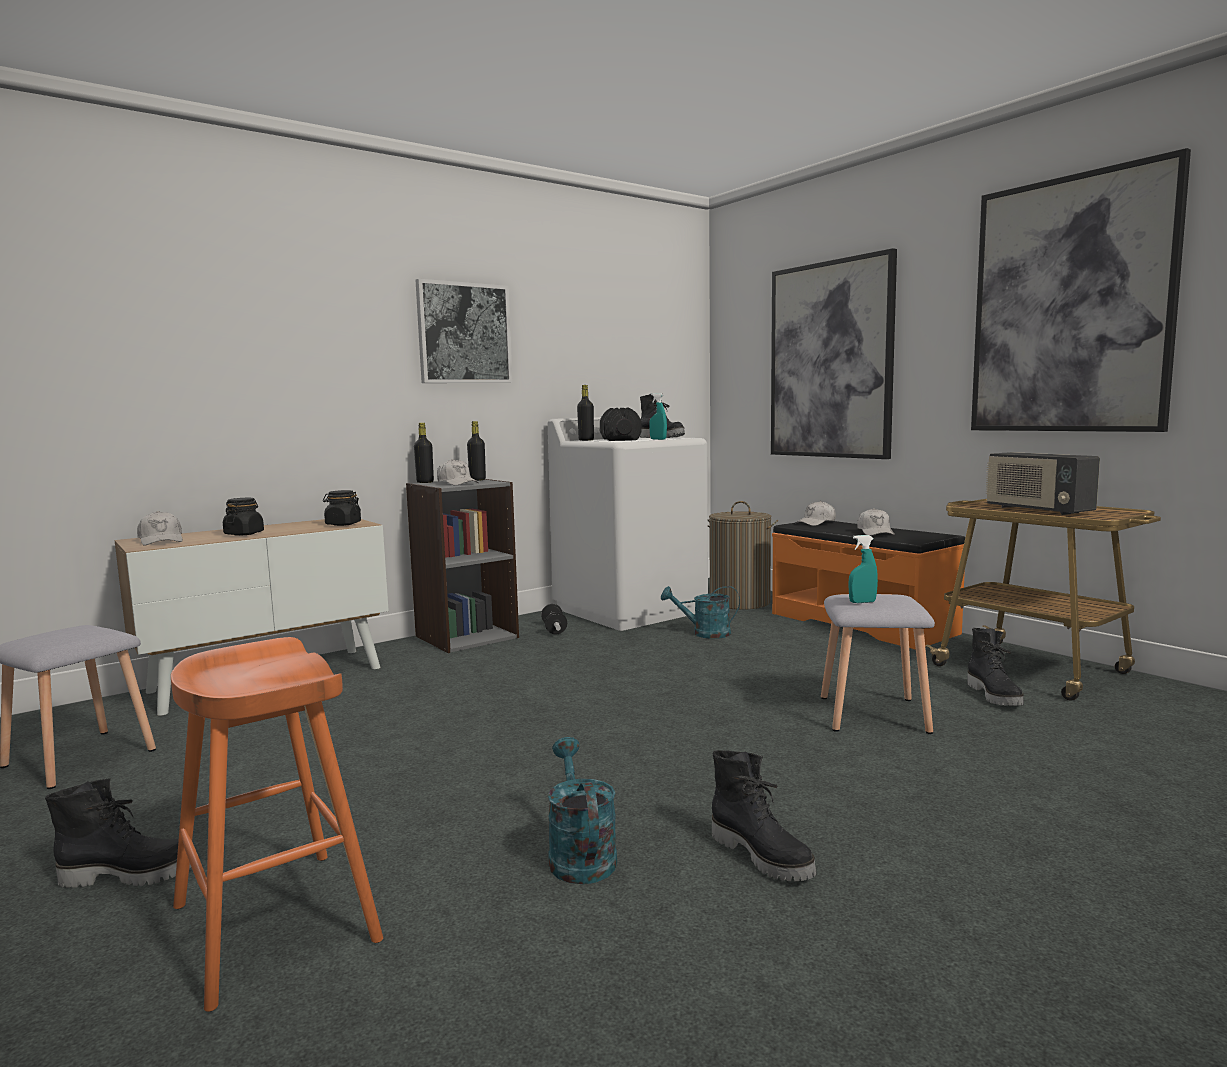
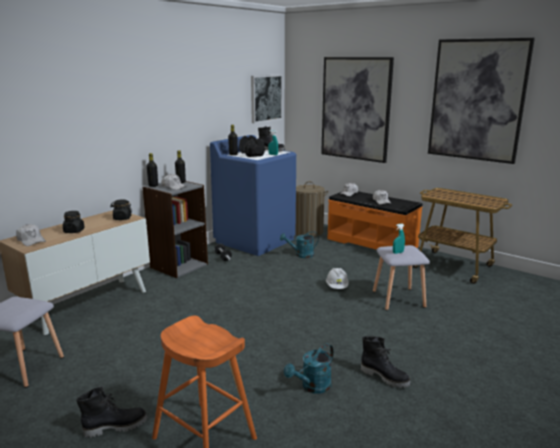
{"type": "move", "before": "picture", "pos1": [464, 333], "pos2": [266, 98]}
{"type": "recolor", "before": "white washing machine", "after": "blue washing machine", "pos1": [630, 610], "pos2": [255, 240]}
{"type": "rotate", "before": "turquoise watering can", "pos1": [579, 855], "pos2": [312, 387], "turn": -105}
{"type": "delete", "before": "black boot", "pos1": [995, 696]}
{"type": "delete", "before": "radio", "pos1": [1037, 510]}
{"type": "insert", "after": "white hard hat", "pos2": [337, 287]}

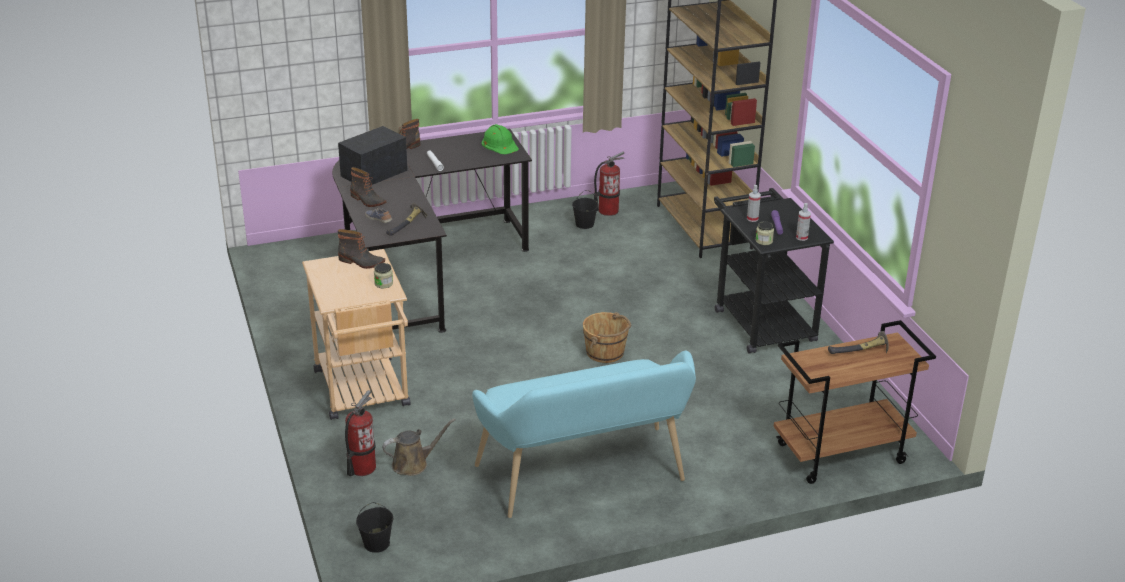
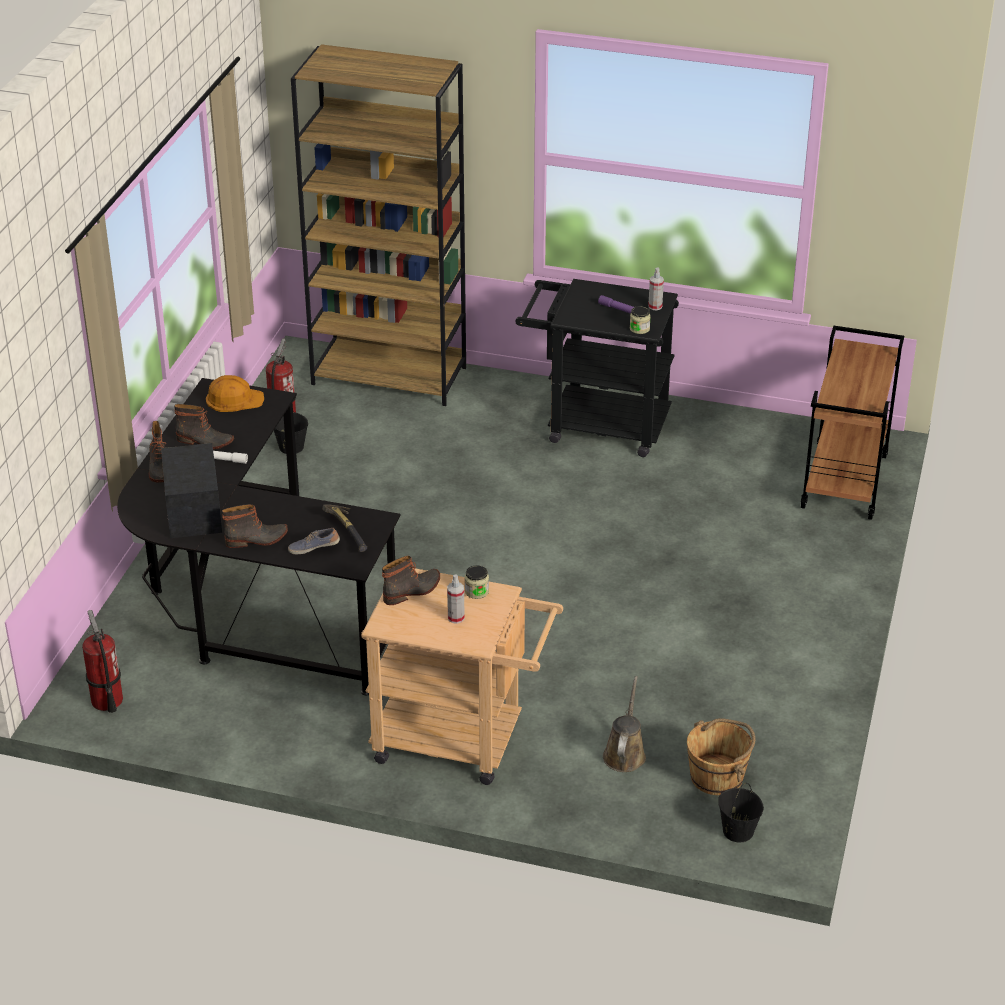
{"type": "move", "before": "fire extinguisher", "pos1": [362, 468], "pos2": [106, 701]}
{"type": "delete", "before": "turquoise bench", "pos1": [585, 478]}
{"type": "recolor", "before": "green hard hat", "after": "orange hard hat", "pos1": [500, 144], "pos2": [234, 399]}
{"type": "move", "before": "brown bucket", "pos1": [605, 352], "pos2": [718, 776]}
{"type": "move", "before": "spray bottle", "pos1": [752, 219], "pos2": [456, 618]}
{"type": "delete", "before": "hammer", "pos1": [861, 351]}
{"type": "insert", "after": "boot", "pos2": [204, 442]}

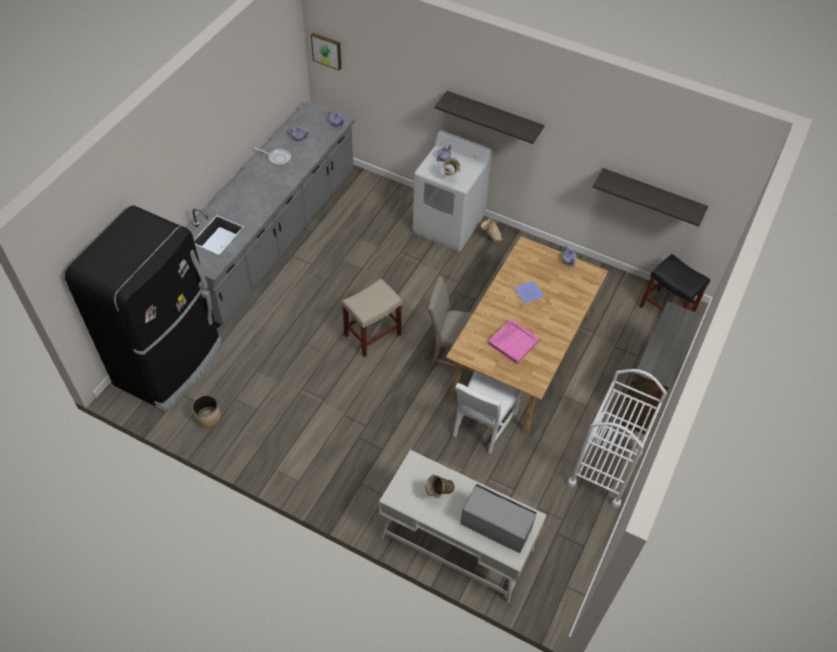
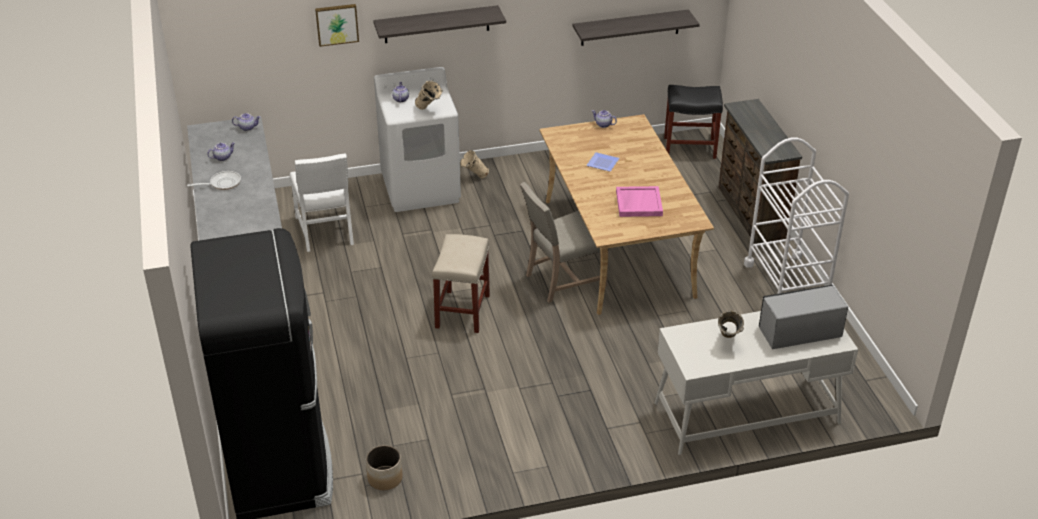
{"type": "move", "before": "picture", "pos1": [327, 50], "pos2": [337, 24]}
{"type": "move", "before": "white chair", "pos1": [482, 425], "pos2": [326, 231]}

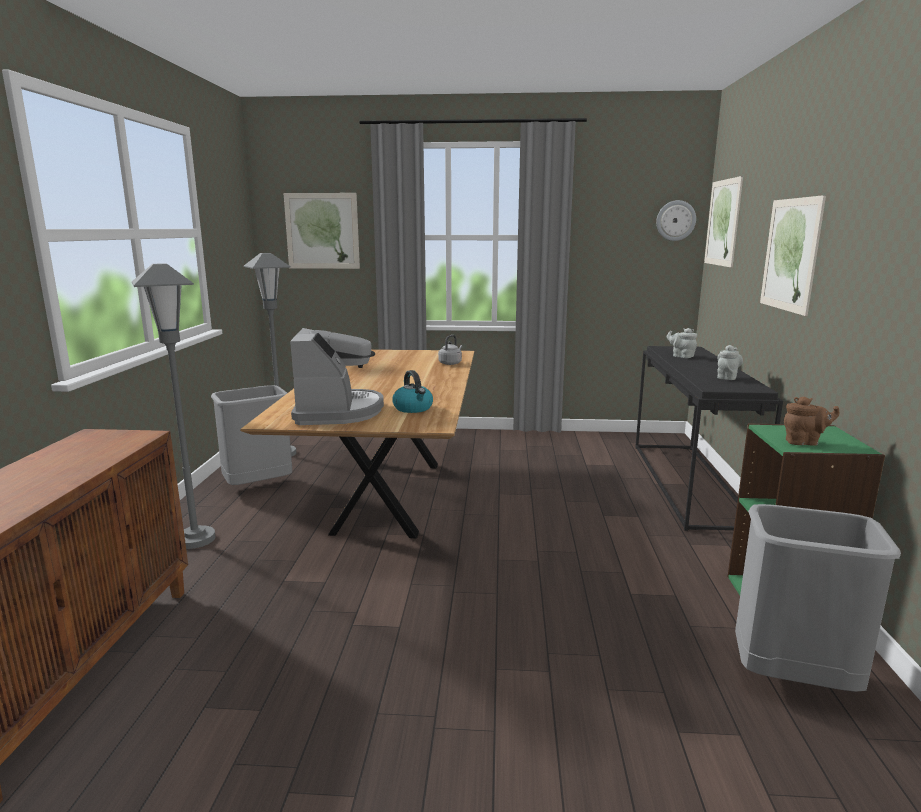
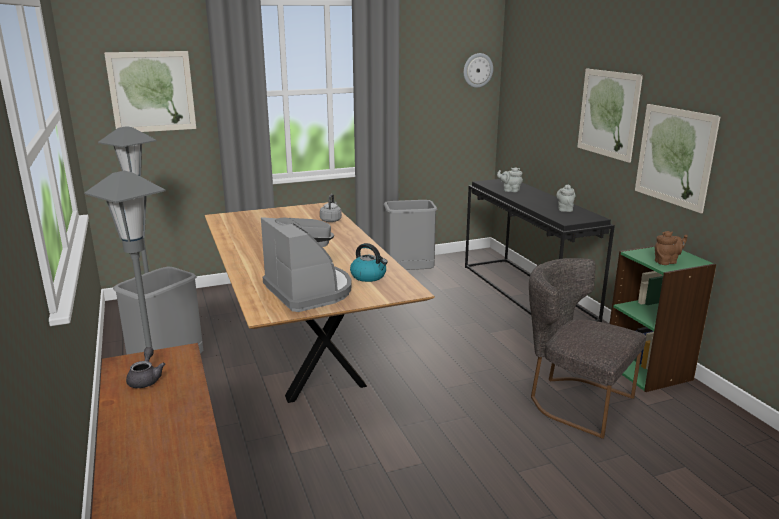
{"type": "move", "before": "picture", "pos1": [723, 222], "pos2": [674, 156]}
{"type": "move", "before": "grey trash can", "pos1": [793, 679], "pos2": [409, 273]}
{"type": "insert", "after": "grey teapot", "pos2": [146, 379]}
{"type": "insert", "after": "grey chair", "pos2": [573, 401]}

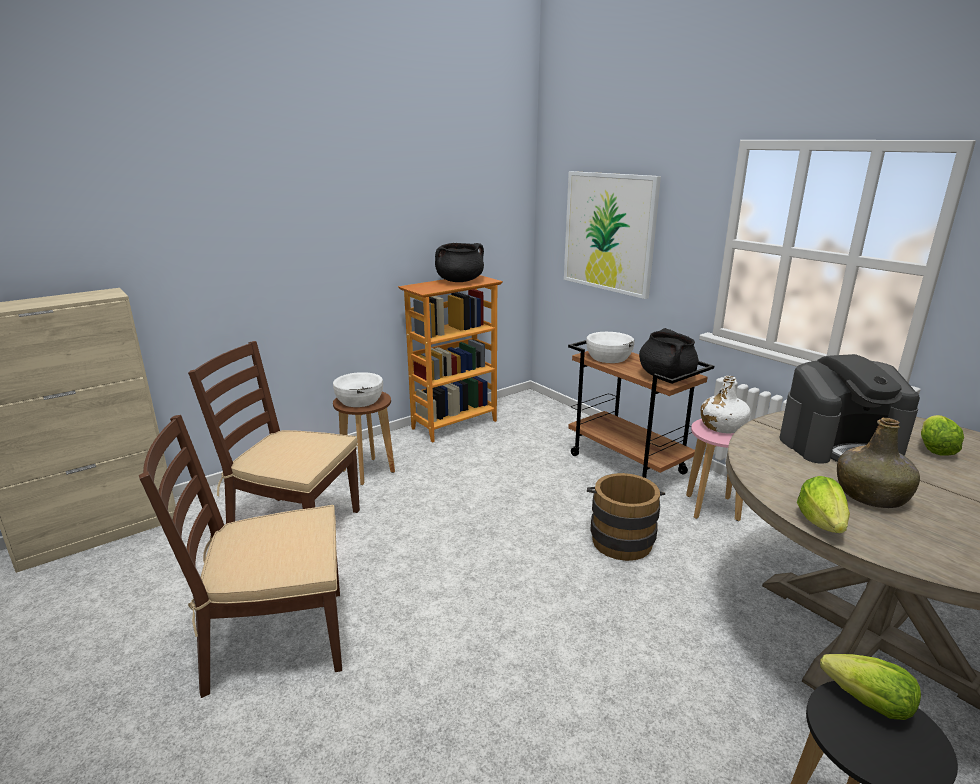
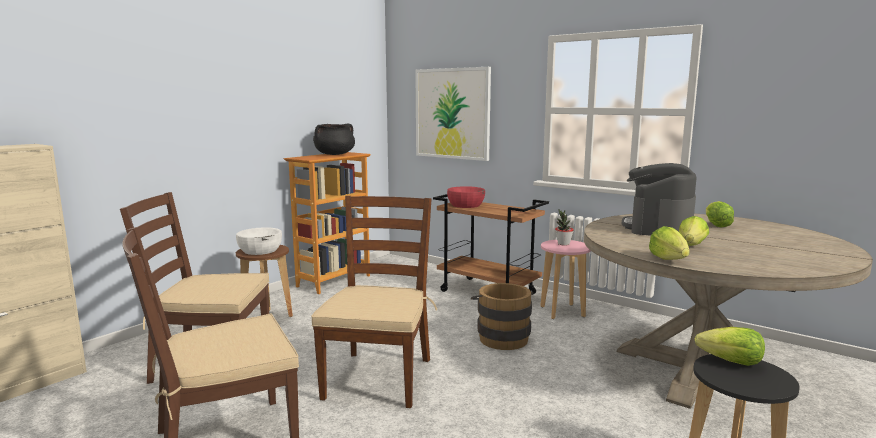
{"type": "recolor", "before": "white bowl", "after": "red bowl", "pos1": [609, 357], "pos2": [466, 205]}
{"type": "delete", "before": "black cooking pot", "pos1": [666, 376]}
{"type": "replace", "before": "white bottle", "after": "potted plant", "pos1": [722, 427], "pos2": [563, 244]}
{"type": "rotate", "before": "coffee machine", "pos1": [839, 444], "pos2": [657, 227], "turn": 135}
{"type": "replace", "before": "green bottle", "after": "lettuce", "pos1": [871, 495], "pos2": [691, 246]}
{"type": "insert", "after": "brown chair", "pos2": [378, 377]}

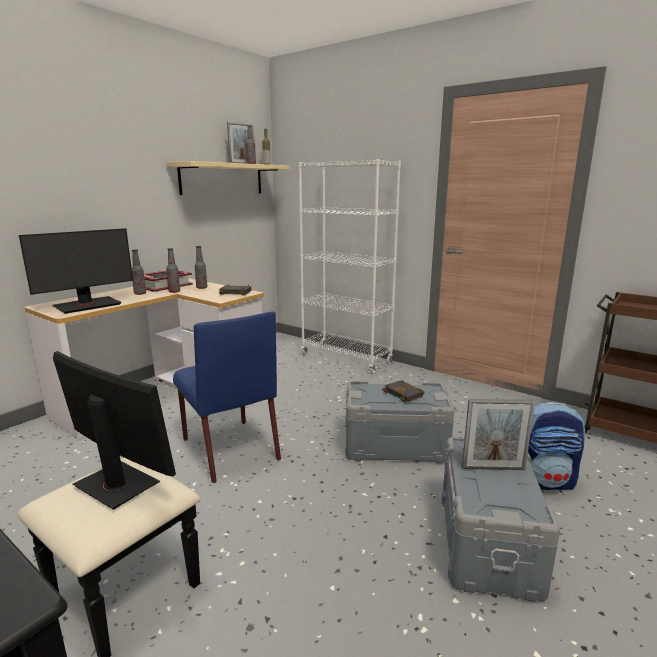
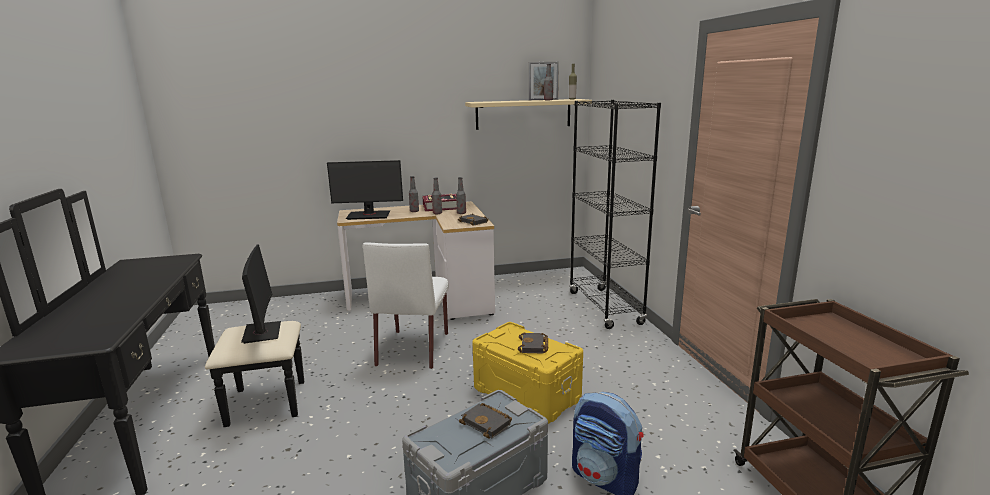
{"type": "recolor", "before": "blue chair", "after": "white chair", "pos1": [229, 448], "pos2": [413, 348]}
{"type": "recolor", "before": "white bookcase", "after": "black bookcase", "pos1": [346, 359], "pos2": [605, 308]}
{"type": "recolor", "before": "grey storage box", "after": "yellow storage box", "pos1": [395, 446], "pos2": [526, 394]}
{"type": "replace", "before": "picture frame", "after": "black book", "pos1": [493, 468], "pos2": [488, 423]}

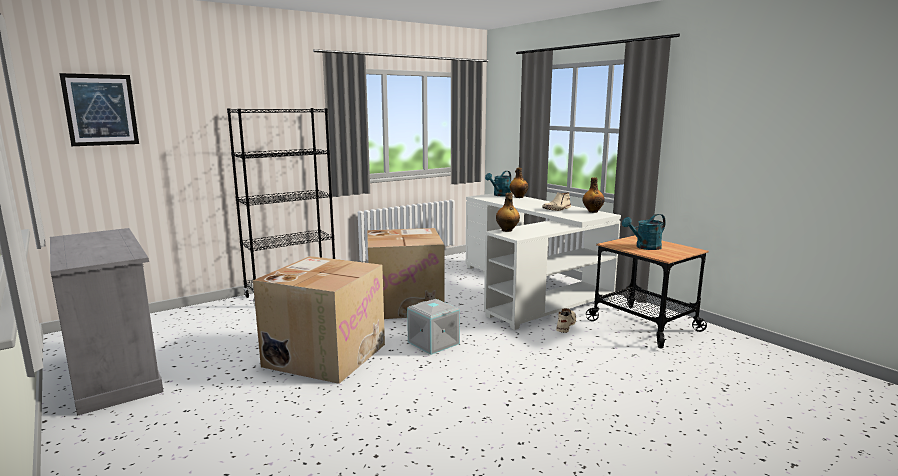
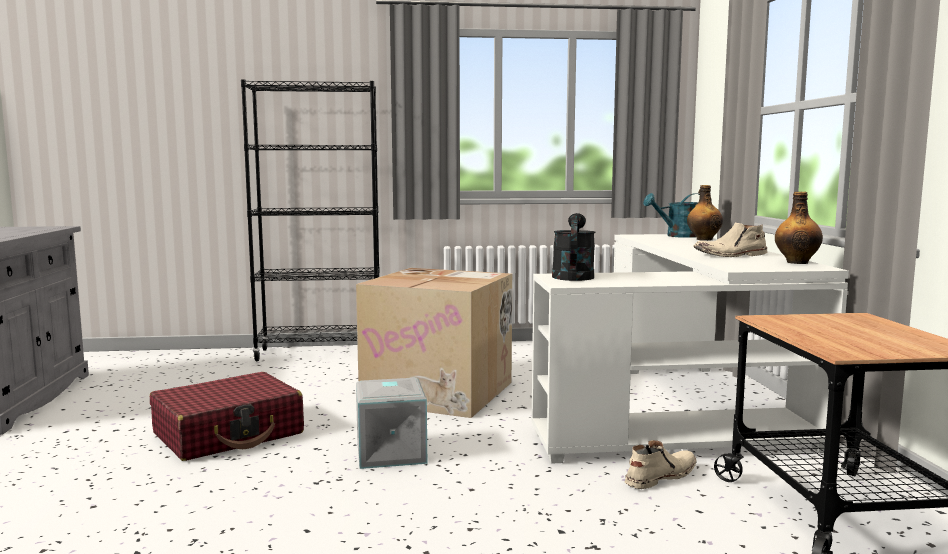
{"type": "delete", "before": "picture", "pos1": [100, 110]}
{"type": "replace", "before": "cardboard box", "after": "red suitcase", "pos1": [325, 354], "pos2": [229, 434]}
{"type": "replace", "before": "bottle", "after": "black watering can", "pos1": [507, 230], "pos2": [573, 275]}
{"type": "delete", "before": "turquoise watering can", "pos1": [645, 247]}

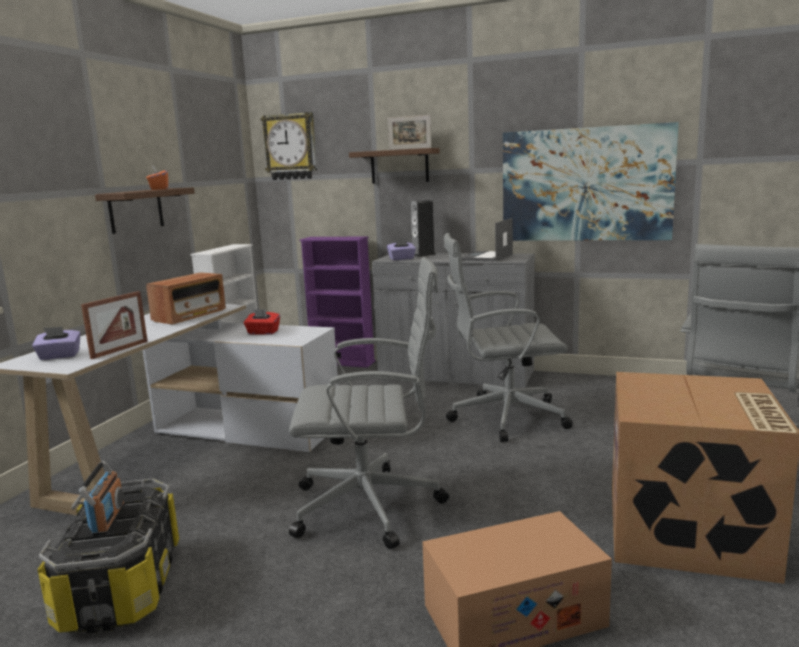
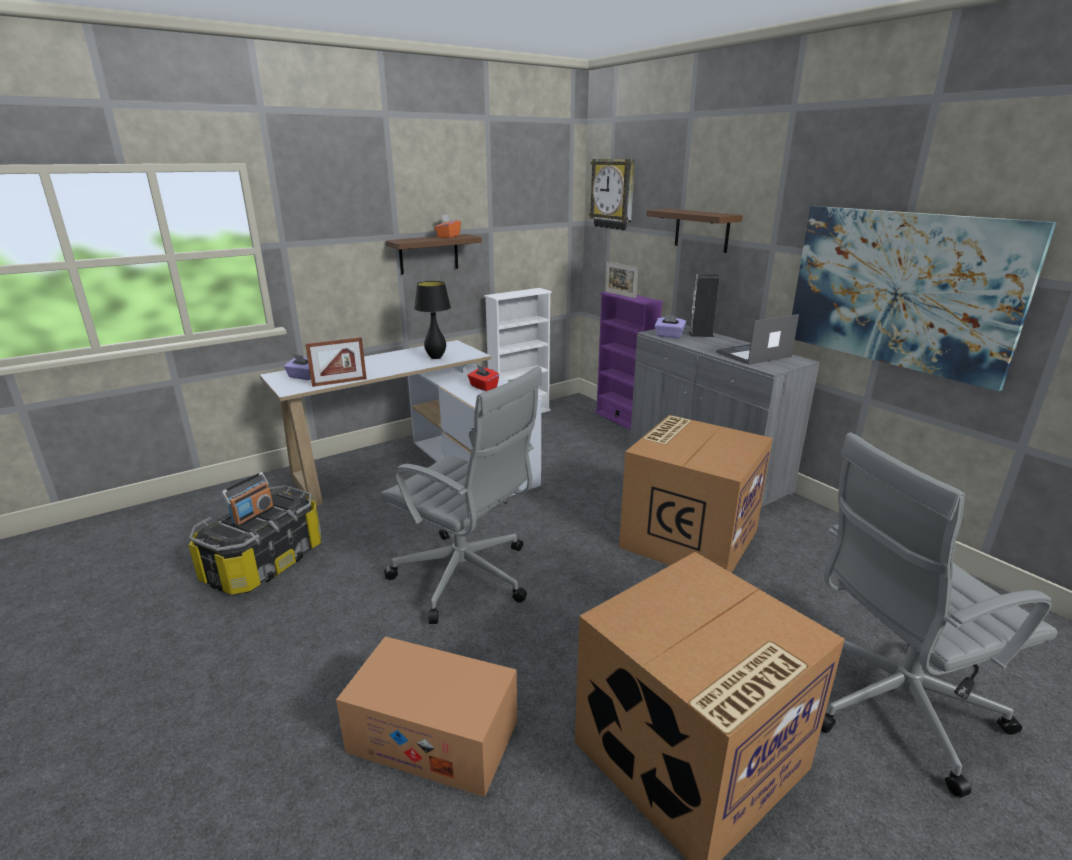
{"type": "replace", "before": "radio", "after": "black table lamp", "pos1": [190, 315], "pos2": [435, 357]}
{"type": "move", "before": "picture frame", "pos1": [410, 149], "pos2": [620, 295]}
{"type": "replace", "before": "grey office chair", "after": "cardboard box", "pos1": [504, 417], "pos2": [688, 537]}

